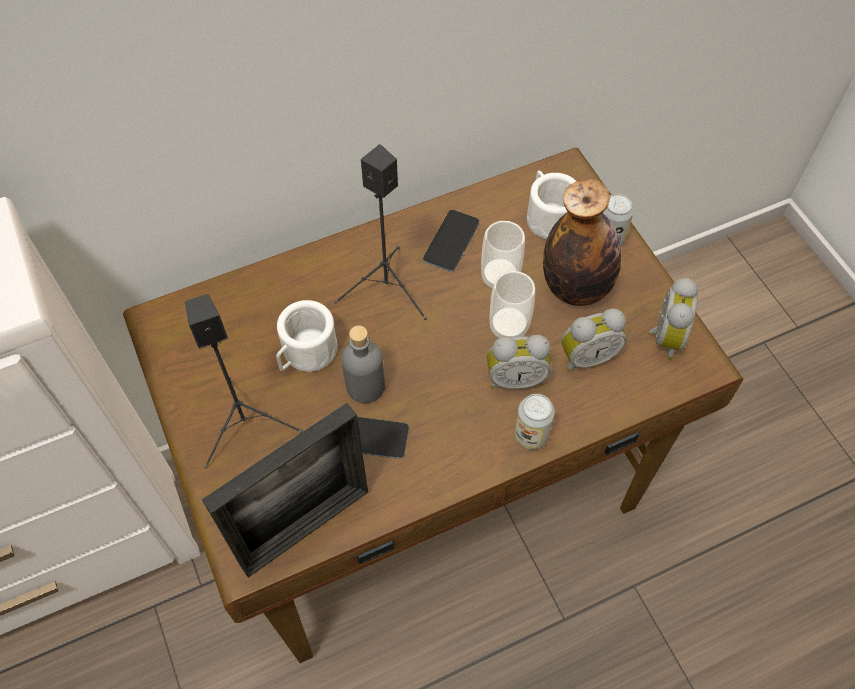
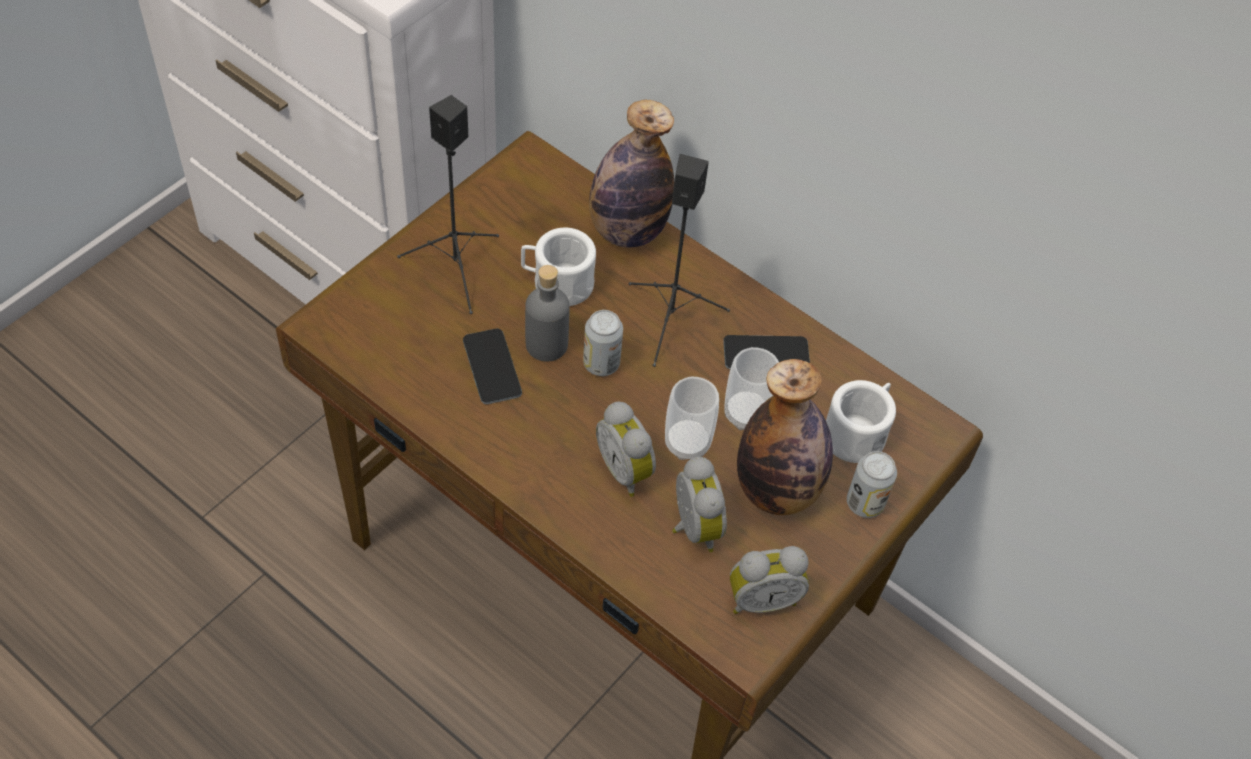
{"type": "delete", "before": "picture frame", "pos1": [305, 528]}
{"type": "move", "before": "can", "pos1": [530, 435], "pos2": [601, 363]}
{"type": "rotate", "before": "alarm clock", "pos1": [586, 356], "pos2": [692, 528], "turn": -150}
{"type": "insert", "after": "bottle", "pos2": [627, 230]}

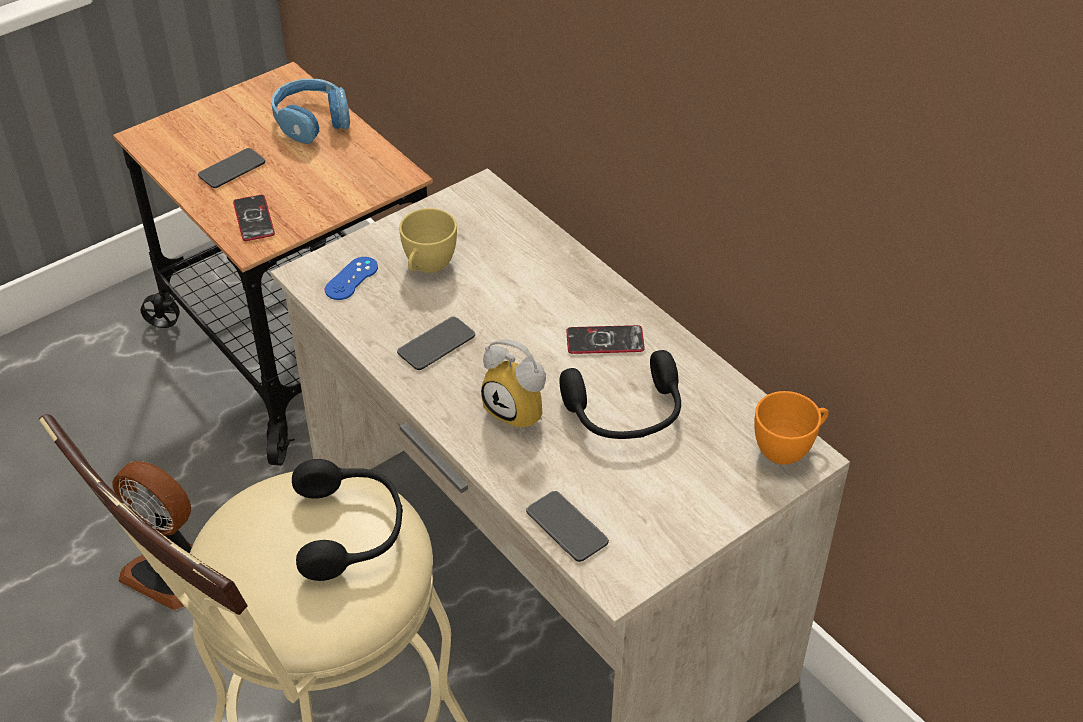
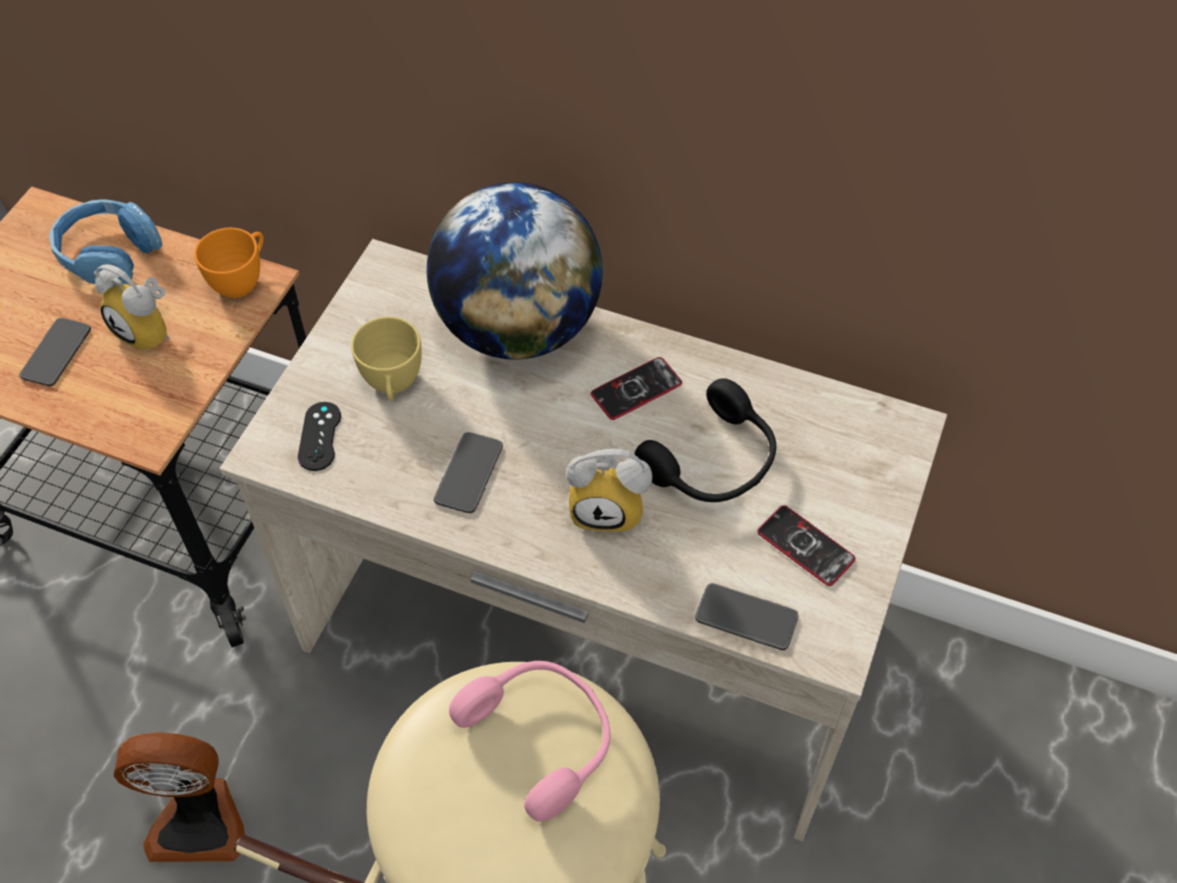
{"type": "move", "before": "phone", "pos1": [254, 219], "pos2": [805, 546]}
{"type": "recolor", "before": "black headphones", "after": "pink headphones", "pos1": [350, 529], "pos2": [542, 737]}
{"type": "recolor", "before": "blue game controller", "after": "black game controller", "pos1": [351, 279], "pos2": [319, 436]}
{"type": "move", "before": "orange cup", "pos1": [788, 448], "pos2": [242, 280]}
{"type": "insert", "after": "alarm clock", "pos2": [150, 330]}
{"type": "insert", "after": "globe", "pos2": [518, 328]}

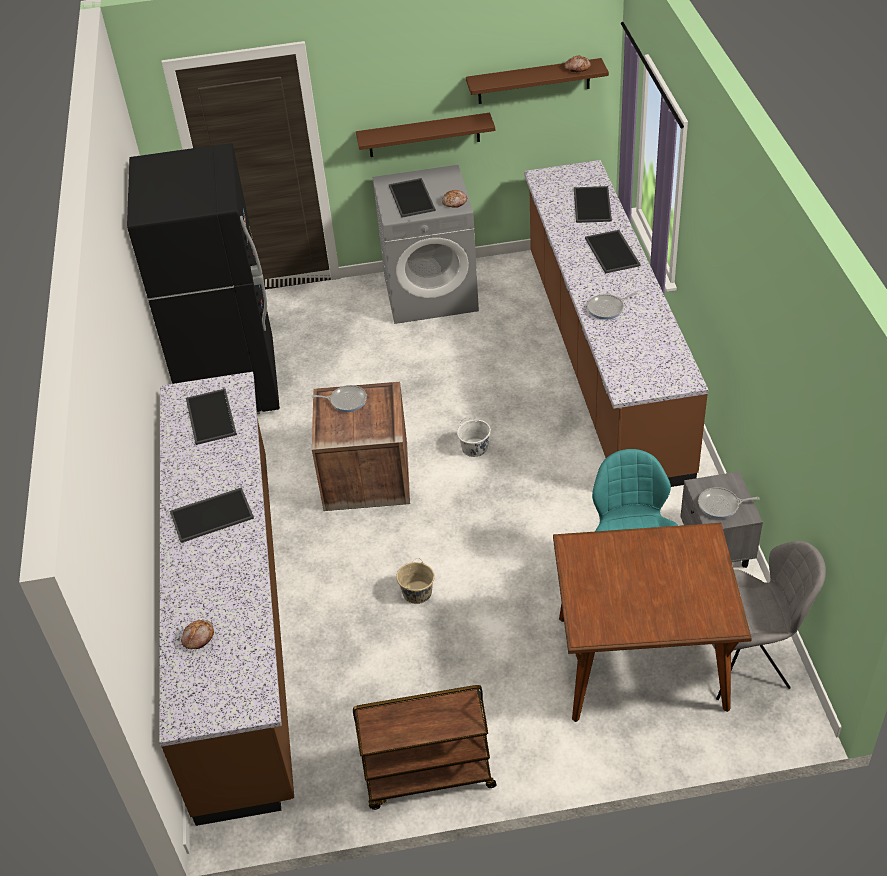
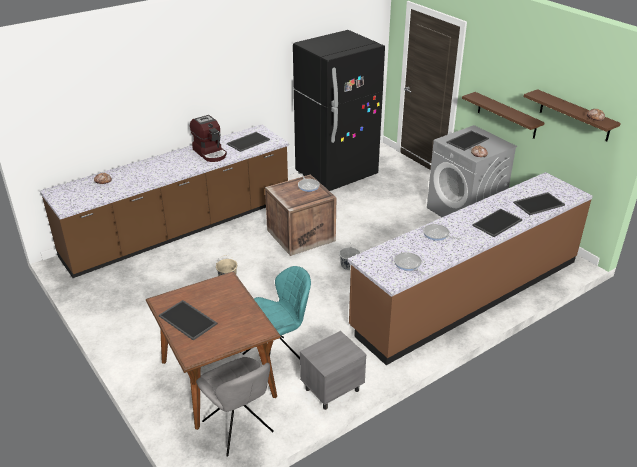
{"type": "move", "before": "tray", "pos1": [212, 514], "pos2": [189, 320]}
{"type": "delete", "before": "brown cart", "pos1": [428, 777]}
{"type": "move", "before": "frying pan", "pos1": [721, 505], "pos2": [408, 264]}
{"type": "insert", "after": "coffee machine", "pos2": [210, 153]}

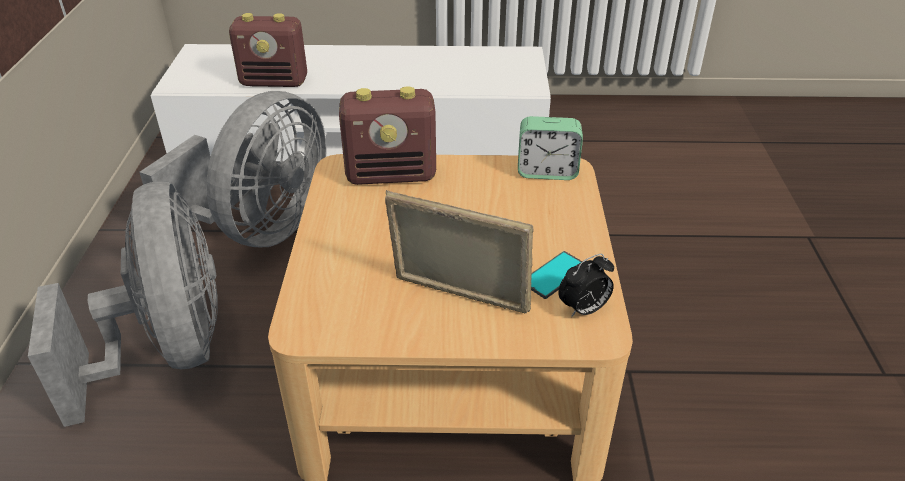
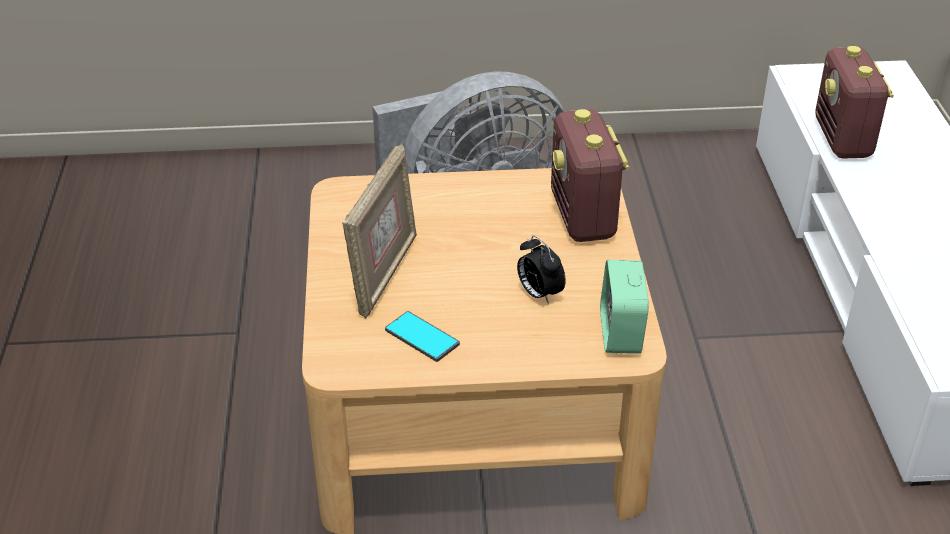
{"type": "delete", "before": "grey fan", "pos1": [262, 230]}
{"type": "move", "before": "alarm clock", "pos1": [583, 310], "pos2": [539, 294]}

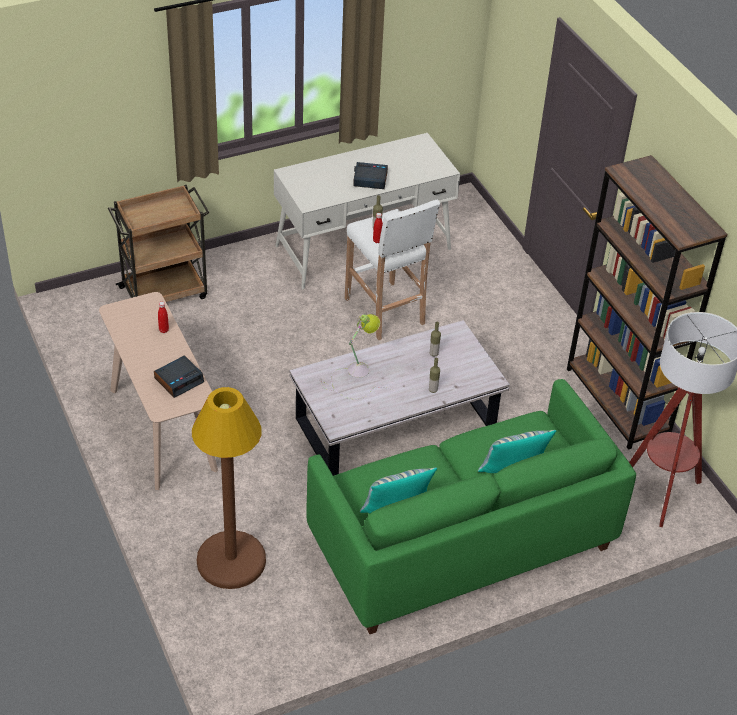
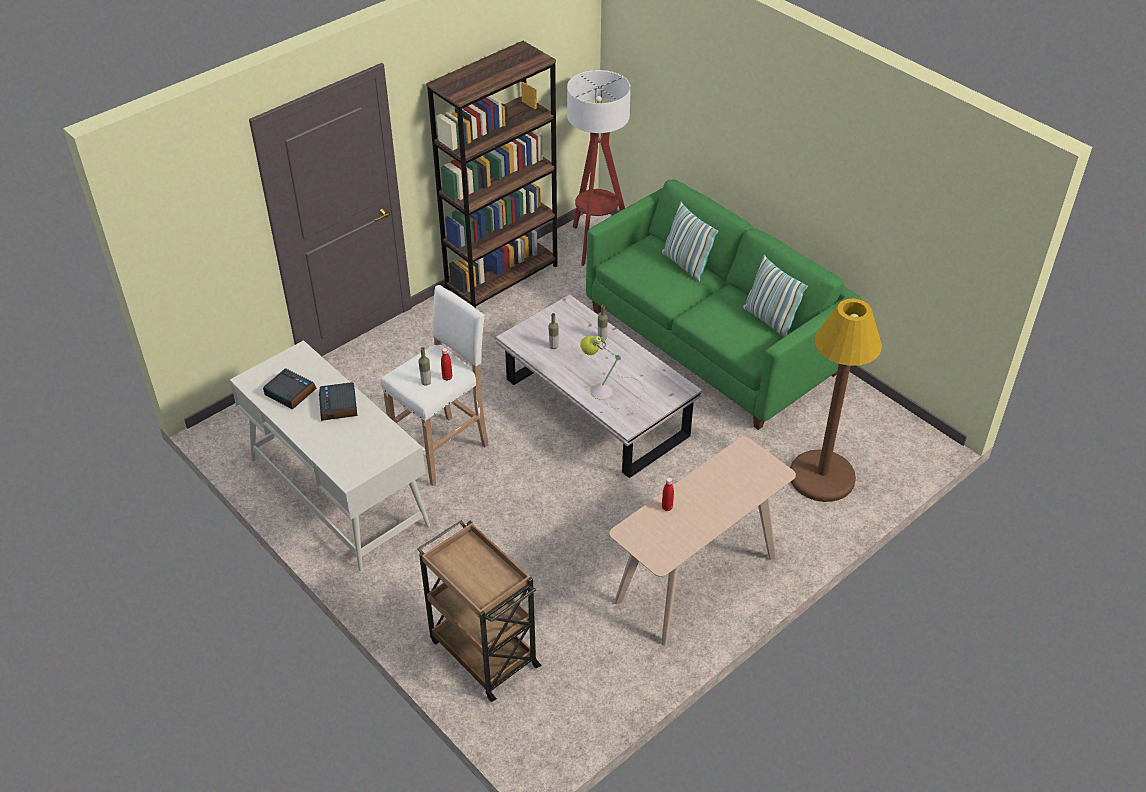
{"type": "move", "before": "alarm clock", "pos1": [179, 380], "pos2": [289, 393]}

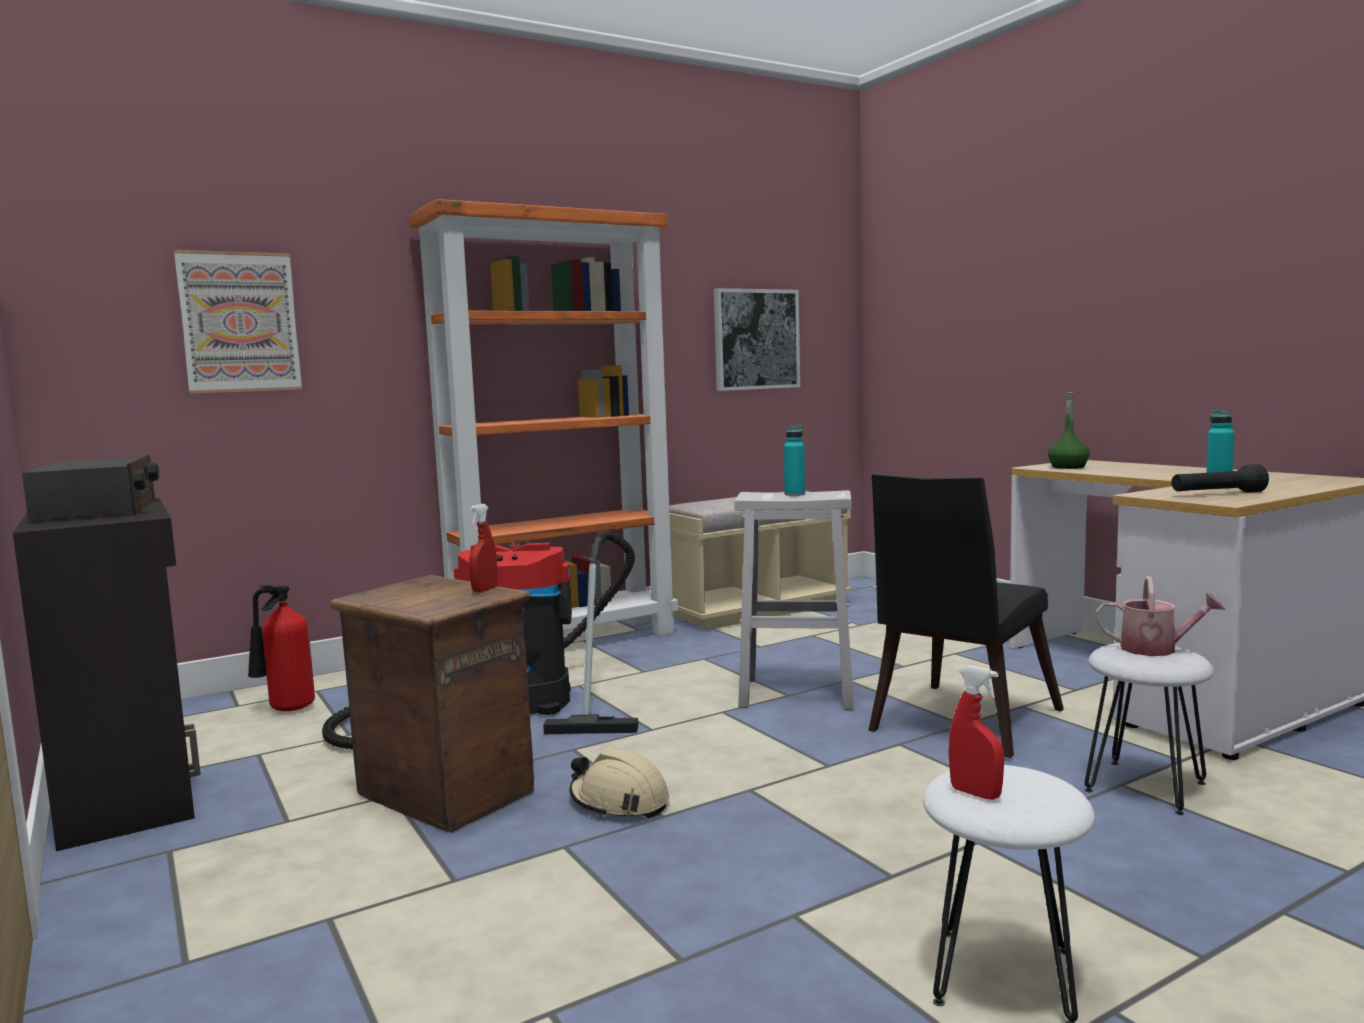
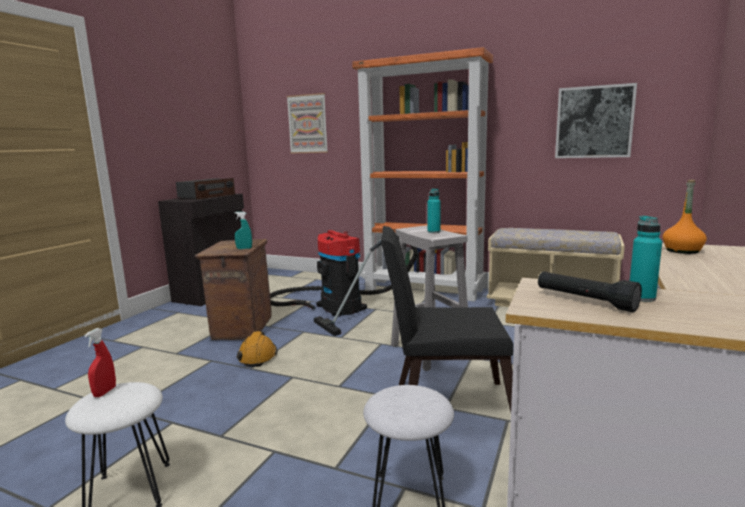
{"type": "delete", "before": "fire extinguisher", "pos1": [285, 709]}
{"type": "recolor", "before": "red spray bottle", "after": "turquoise spray bottle", "pos1": [484, 590], "pos2": [244, 248]}
{"type": "recolor", "before": "beige hard hat", "after": "orange hard hat", "pos1": [619, 802], "pos2": [257, 356]}
{"type": "recolor", "before": "green bottle", "after": "orange bottle", "pos1": [1068, 467], "pos2": [682, 251]}
{"type": "delete", "before": "watering can", "pos1": [1156, 649]}

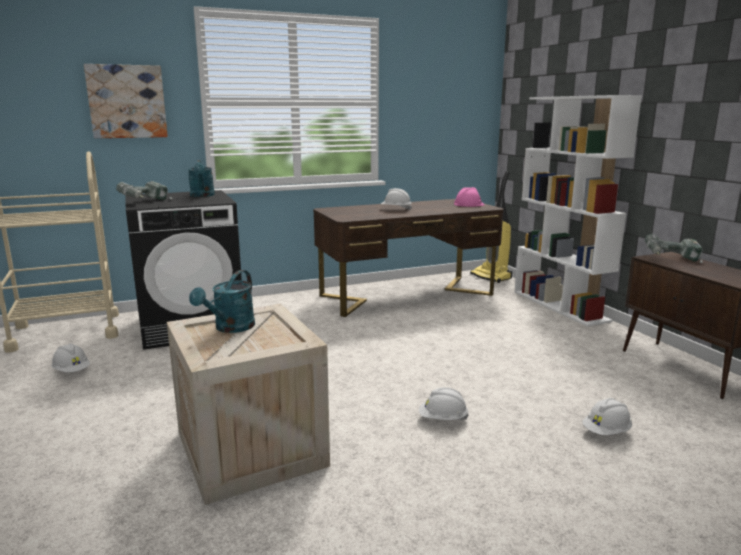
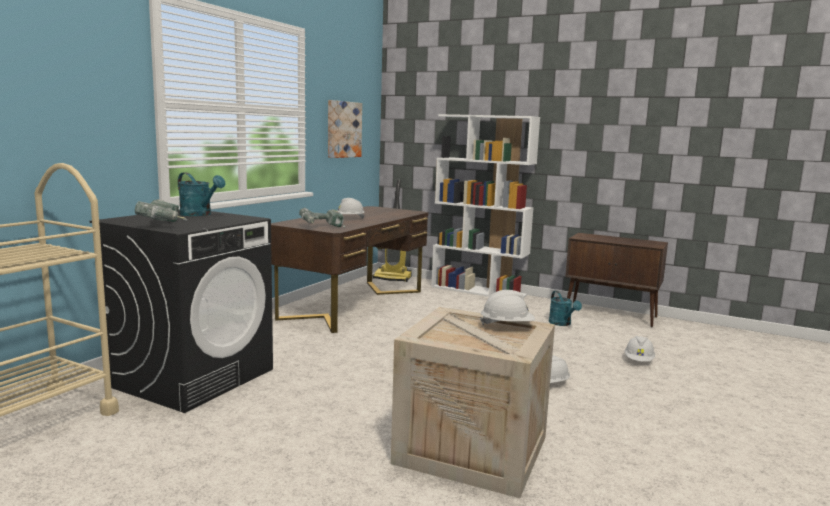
{"type": "move", "before": "white hard hat", "pos1": [72, 371], "pos2": [507, 326]}
{"type": "move", "before": "picture", "pos1": [127, 101], "pos2": [343, 129]}
{"type": "move", "before": "turquoise watering can", "pos1": [230, 328], "pos2": [562, 324]}
{"type": "delete", "before": "pink hard hat", "pos1": [469, 204]}
{"type": "move", "before": "power drill", "pos1": [672, 259], "pos2": [322, 227]}

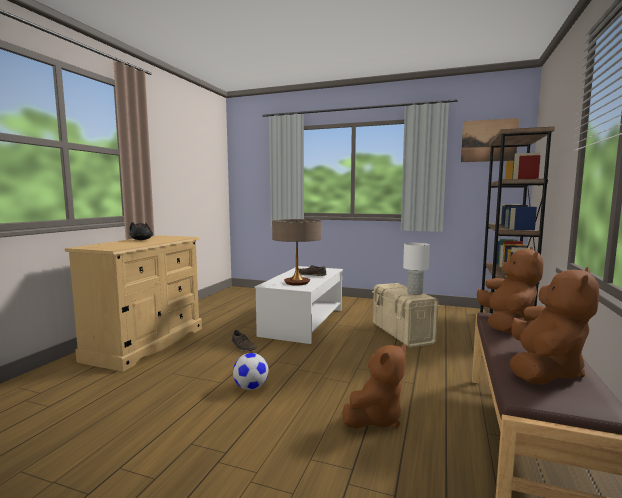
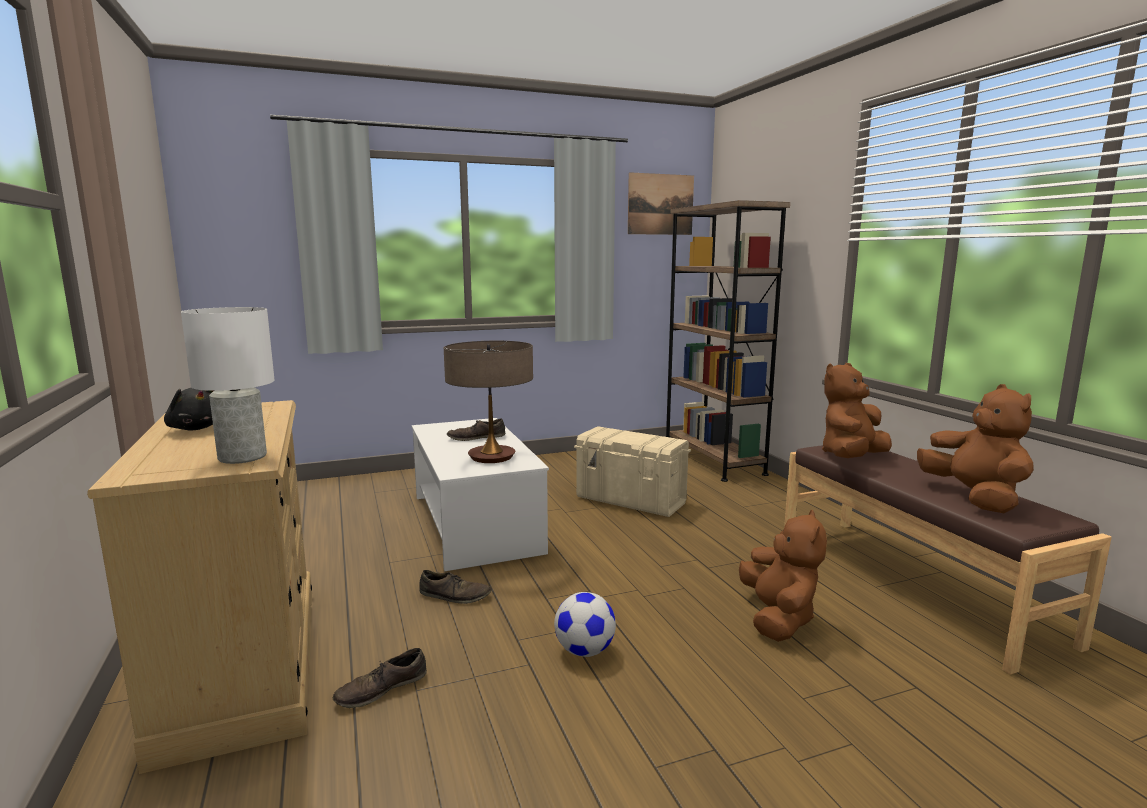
{"type": "move", "before": "white table lamp", "pos1": [414, 293], "pos2": [242, 456]}
{"type": "rotate", "before": "brown plush toy", "pos1": [506, 324], "pos2": [851, 457], "turn": -105}
{"type": "insert", "after": "brown shoe", "pos2": [381, 689]}

